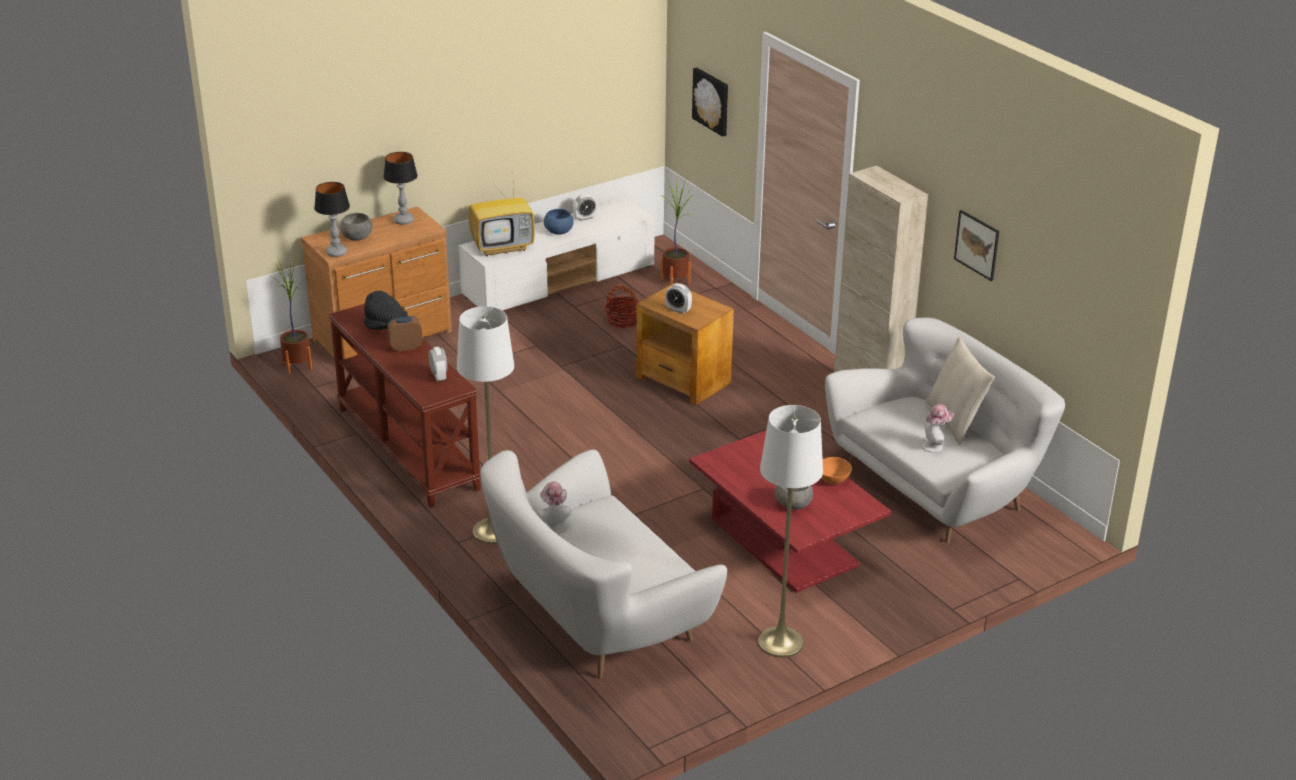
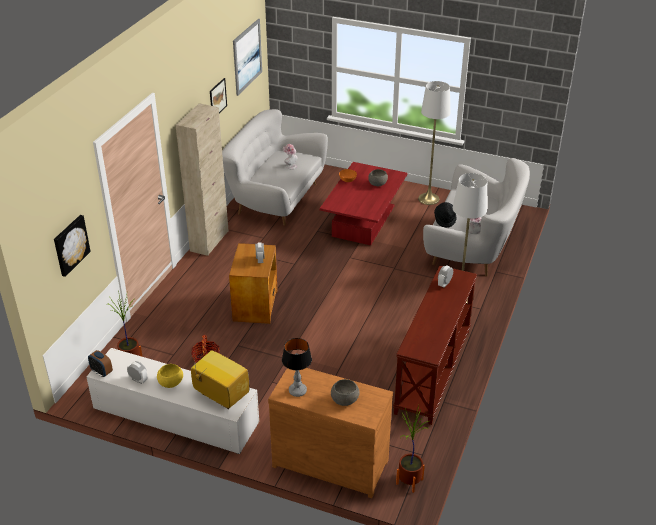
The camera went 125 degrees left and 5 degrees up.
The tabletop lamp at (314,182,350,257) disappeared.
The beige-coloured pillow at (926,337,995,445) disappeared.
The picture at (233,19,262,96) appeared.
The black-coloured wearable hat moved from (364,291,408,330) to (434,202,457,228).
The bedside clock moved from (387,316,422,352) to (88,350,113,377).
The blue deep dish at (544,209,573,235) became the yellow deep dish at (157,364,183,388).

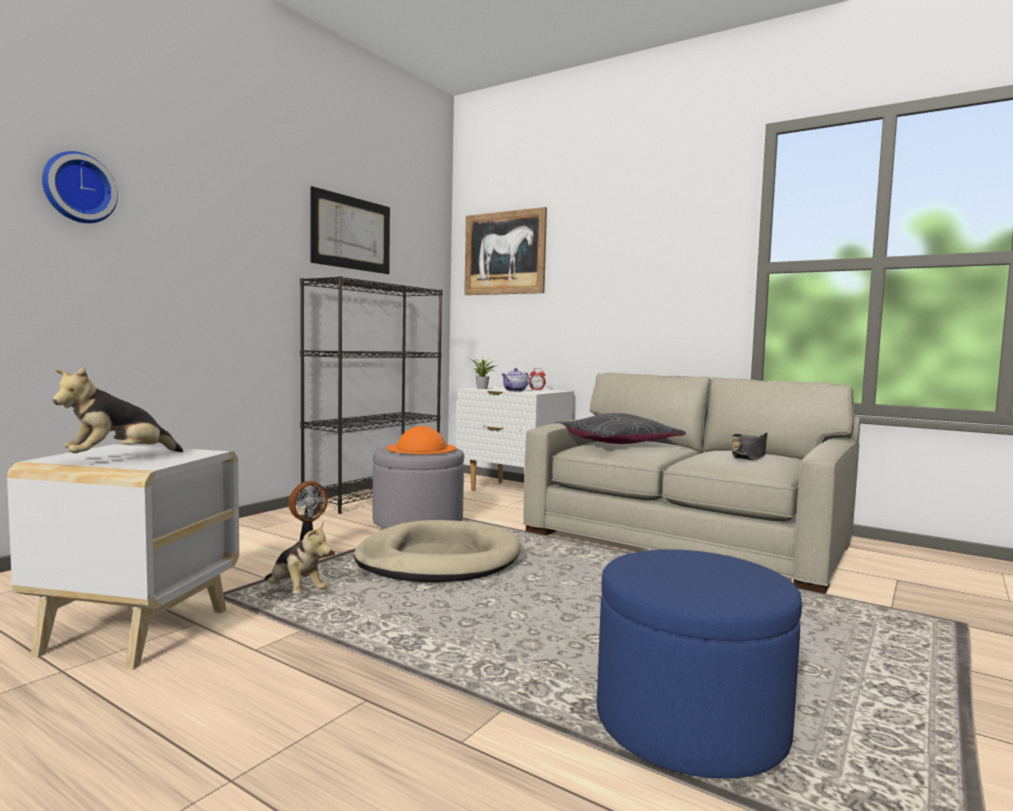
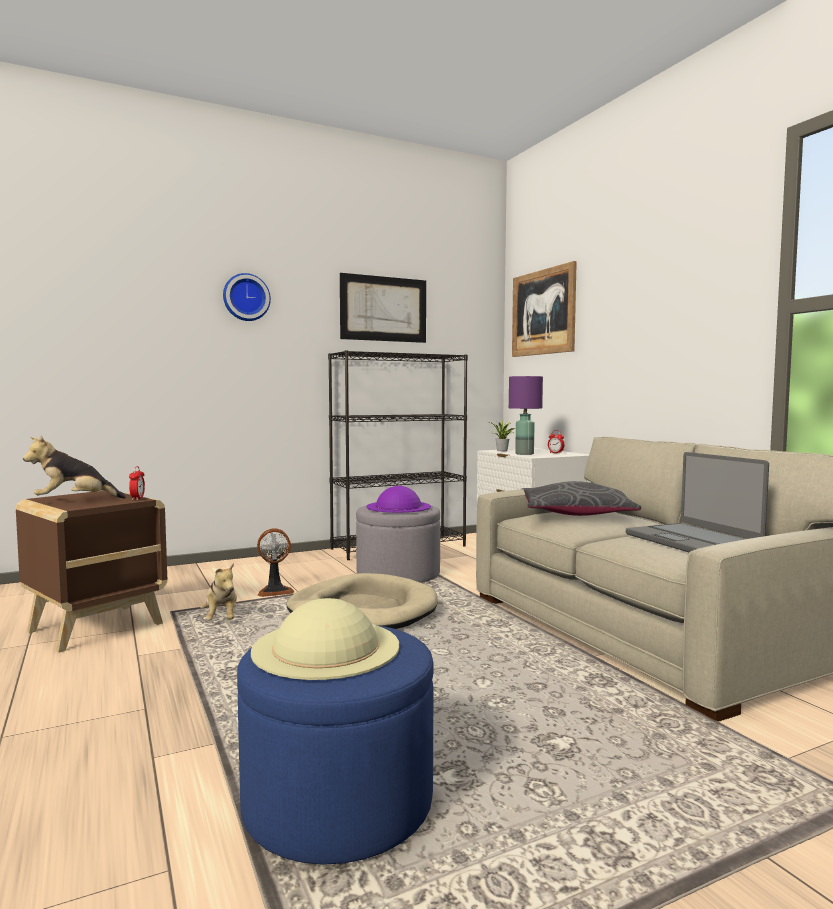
The camera went 30 degrees right and 0 degrees up.
The bedside clock at (129,466,145,500) appeared.
The beige-coloured wearable hat at (251,598,399,680) appeared.
The hanging clock moved from (42,151,118,223) to (223,273,271,321).
The teapot at (502,368,530,392) was replaced by the purple tabletop lamp at (509,376,543,455).
The black-coloured wearable hat at (731,432,767,460) was replaced by the laptop at (626,452,769,552).
The white accent table at (7,444,239,670) became the brown accent table at (16,491,167,653).
The orange-coloured wearable hat at (387,426,456,454) became the purple wearable hat at (366,486,431,513).

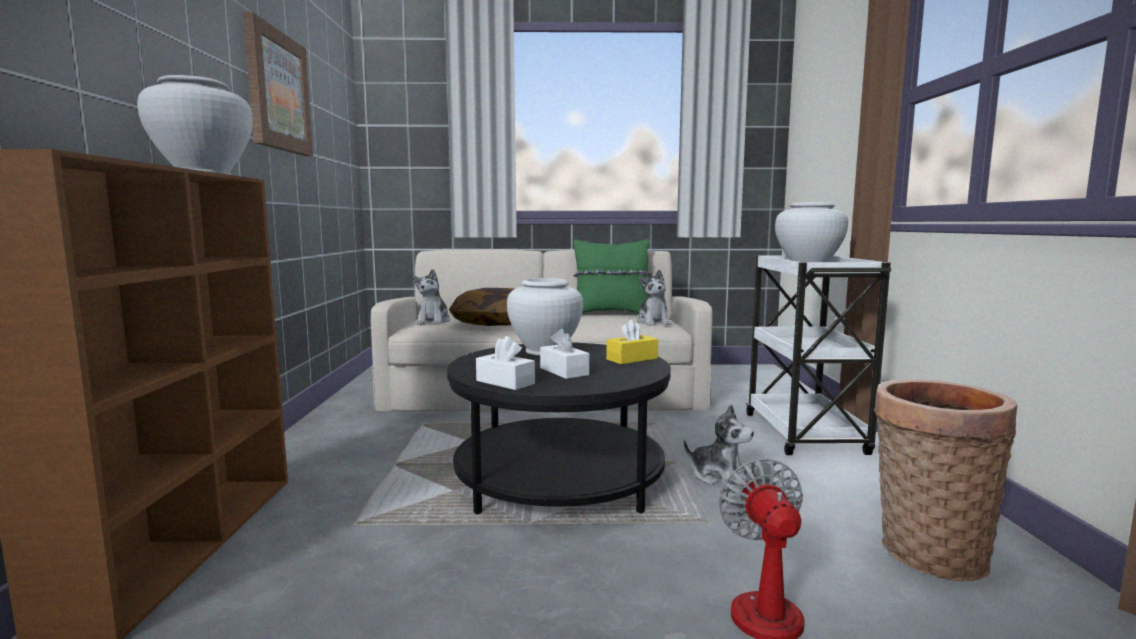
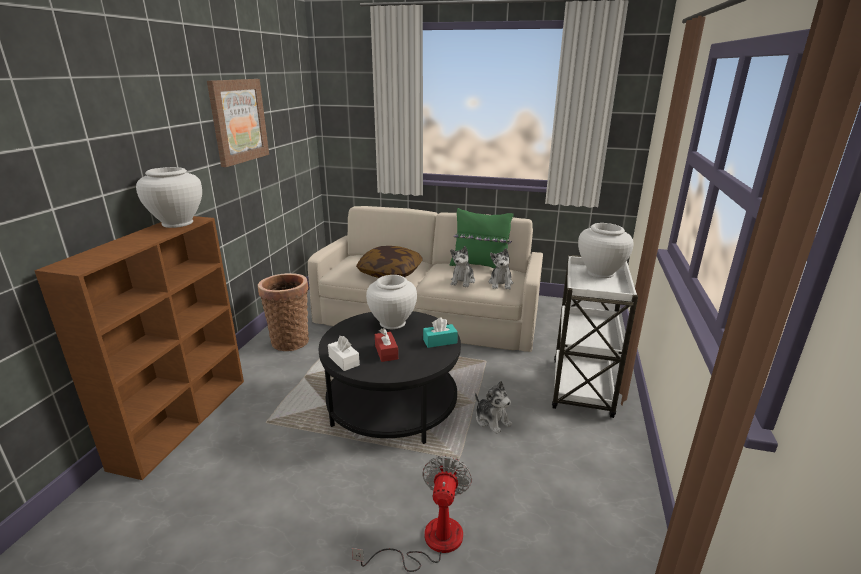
The camera went 15 degrees right and 15 degrees up.
The soft toy moved from (413,269,450,325) to (450,246,475,287).
The storage basket moved from (874,379,1017,581) to (258,273,309,351).
The white tissue holder at (540,329,589,379) became the red tissue holder at (375,328,398,362).
The yellow tissue holder at (606,319,658,364) became the turquoise-coloured tissue holder at (423,318,458,348).

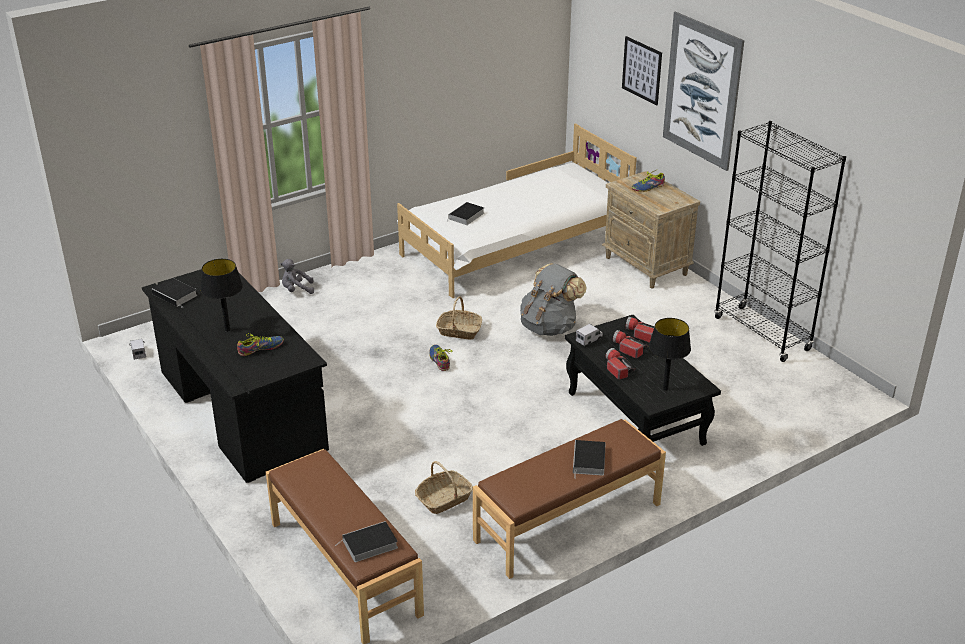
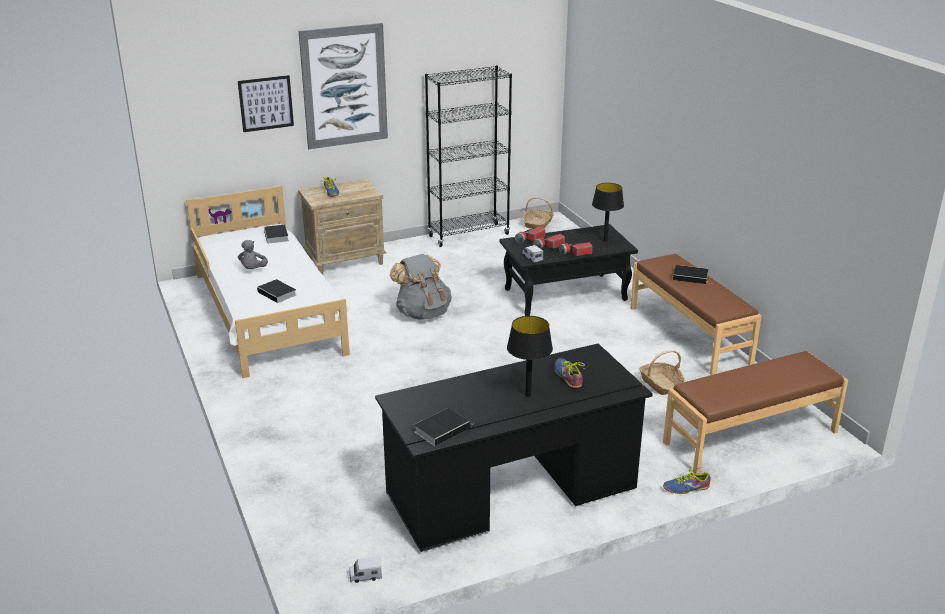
The camera went 80 degrees left and 5 degrees down.
The gray soft toy moved from (280,259,314,294) to (238,240,268,269).
The book moved from (337,521,398,562) to (264,225,289,244).
The shoe moved from (429,345,452,371) to (663,467,710,494).
The storage basket moved from (436,296,482,340) to (523,197,554,229).

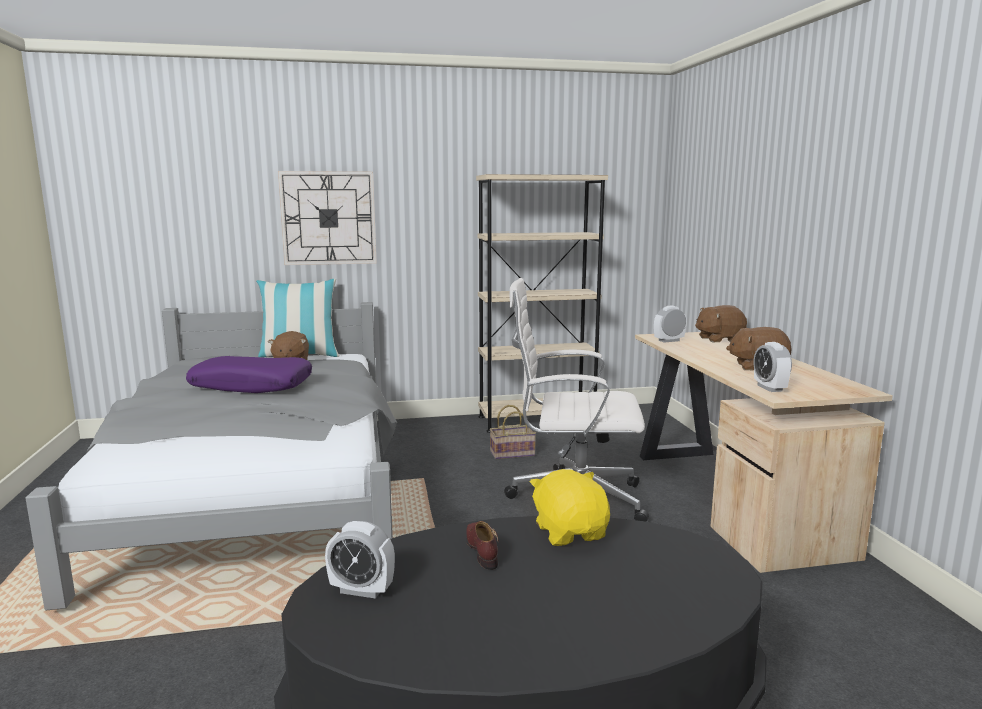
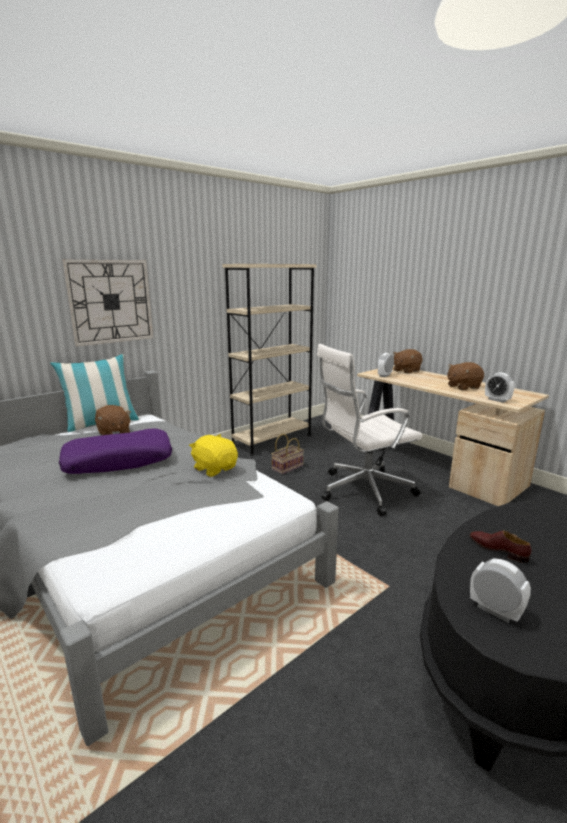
The camera went 30 degrees left and 5 degrees up.
The yellow soft toy moved from (530,469,610,546) to (189,434,238,477).
The bedside clock at (325,521,395,599) turned 120 degrees counterclockwise.

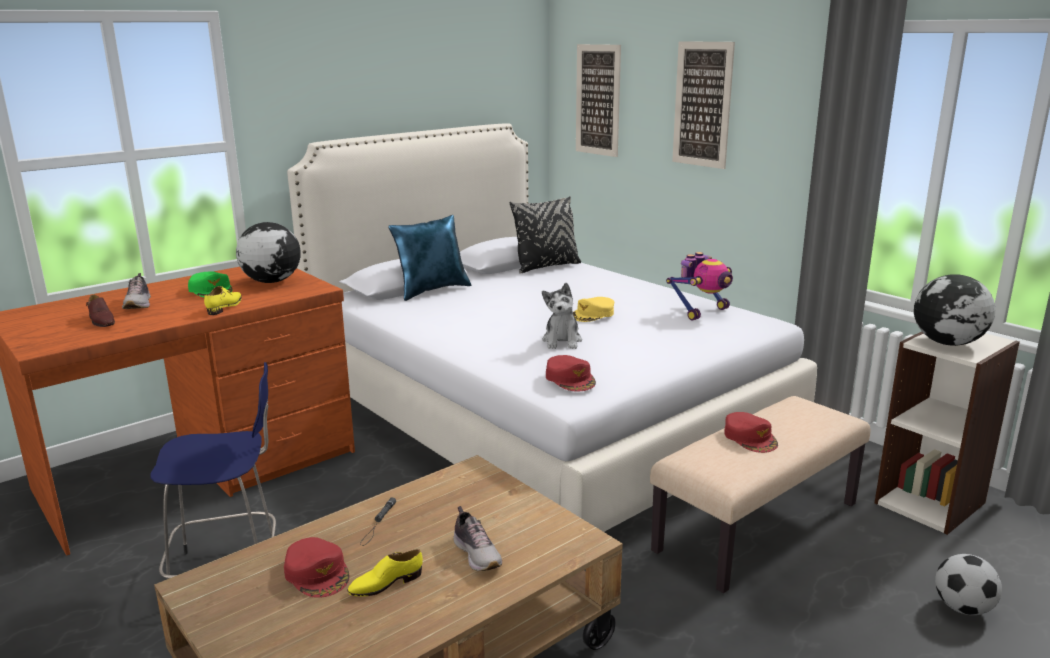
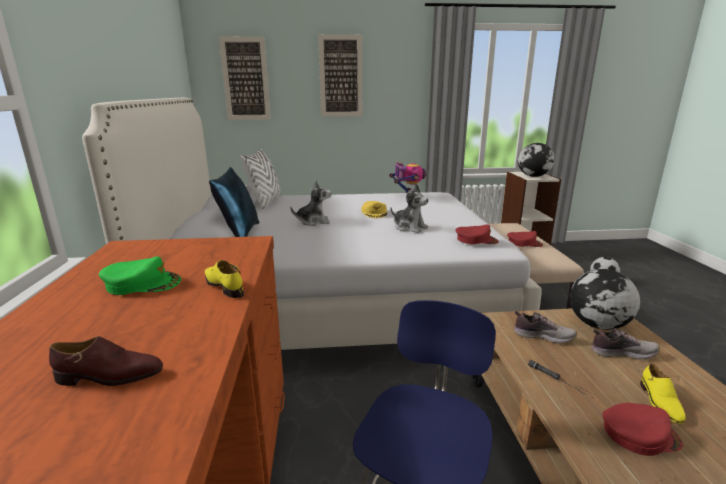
The camera went 55 degrees left and 0 degrees up.
The soft toy at (290,180,332,226) appeared.
The shoe moved from (122,273,151,309) to (514,311,577,344).
The desk globe moved from (236,222,300,283) to (570,269,640,330).
The black-coloured pillow at (510,196,581,274) became the white pillow at (240,149,281,209).

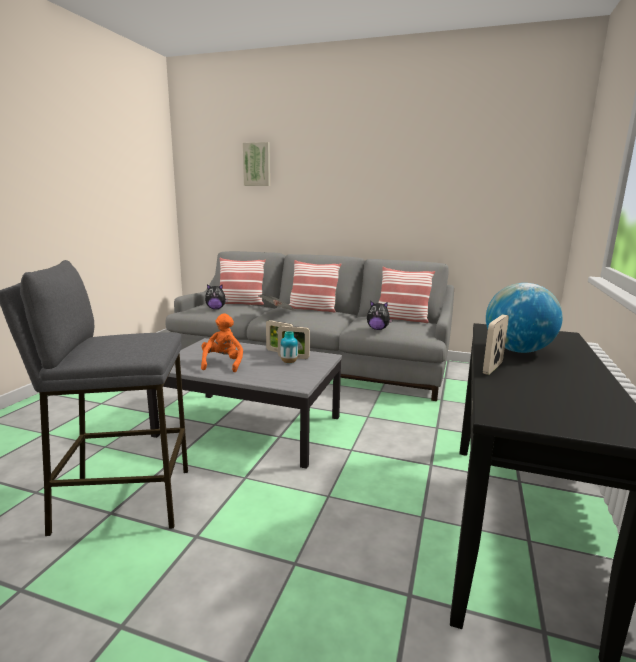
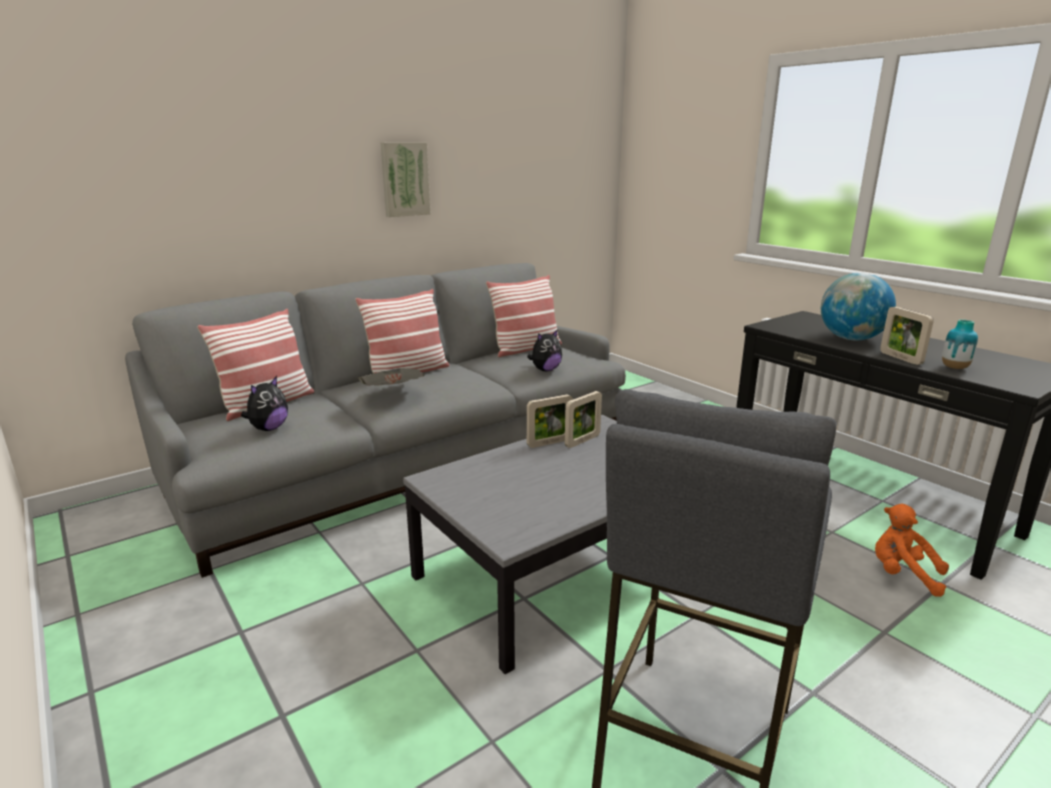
The camera went 55 degrees left and 5 degrees up.
The orange-coloured soft toy moved from (201,313,243,372) to (875,504,949,597).
The picture moved from (243,142,270,186) to (381,142,431,217).
The flower vase moved from (280,331,298,363) to (942,319,978,369).

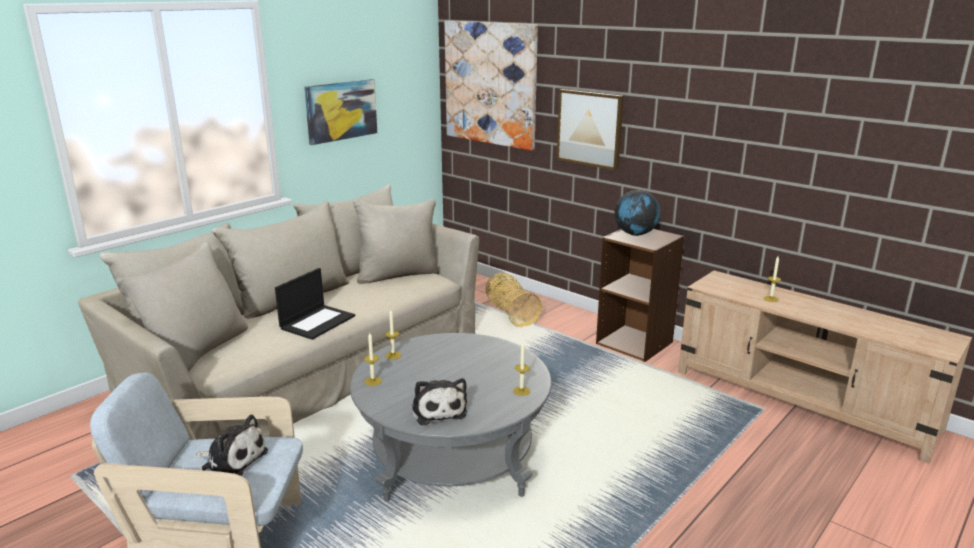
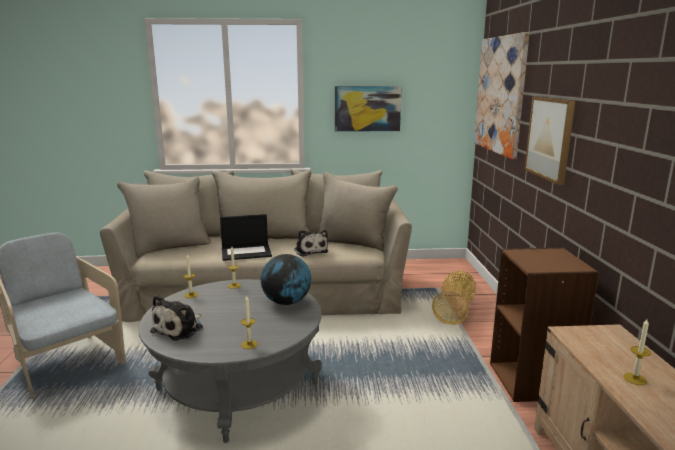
The camera went 45 degrees right and 5 degrees down.
The soft toy moved from (195,414,268,476) to (294,230,328,257).
The desk globe moved from (614,190,660,236) to (261,254,311,305).

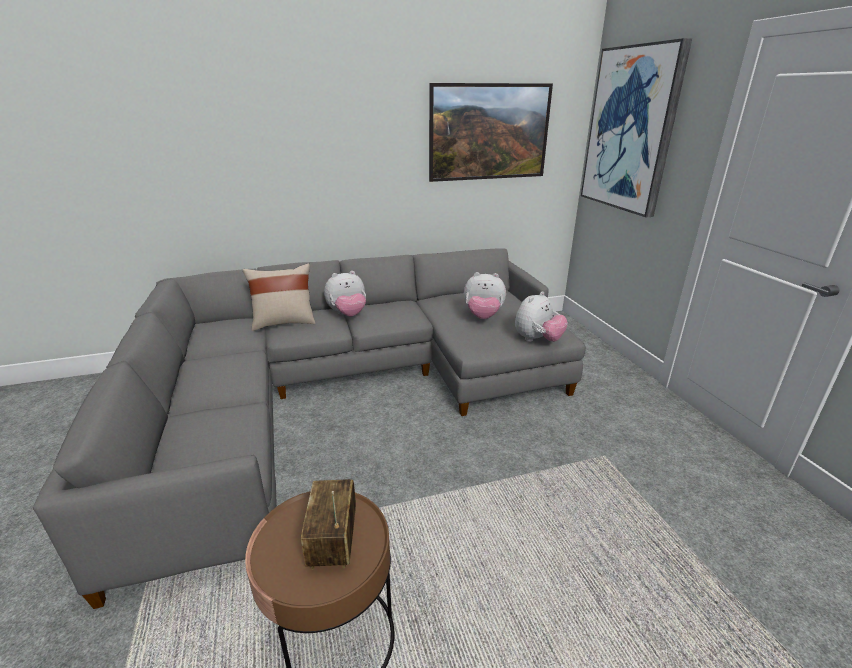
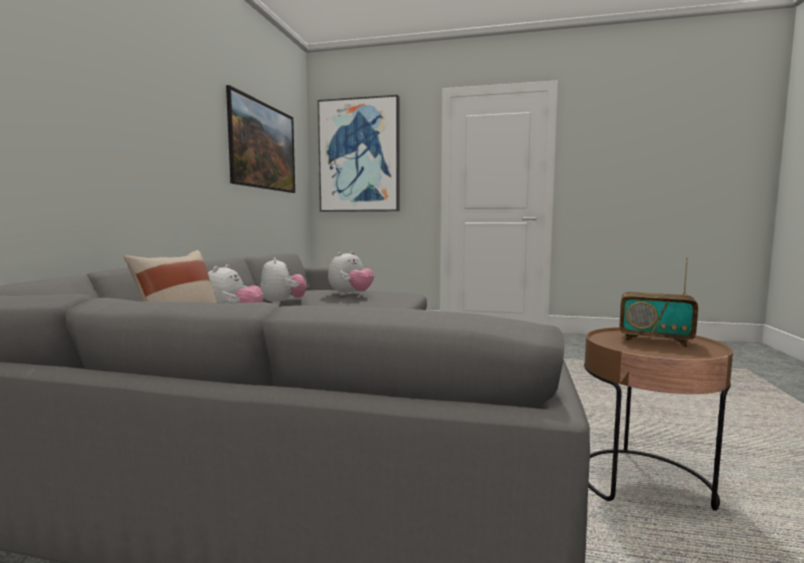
The camera went 60 degrees left and 20 degrees down.
The soft toy moved from (515,291,568,342) to (260,258,306,305).

